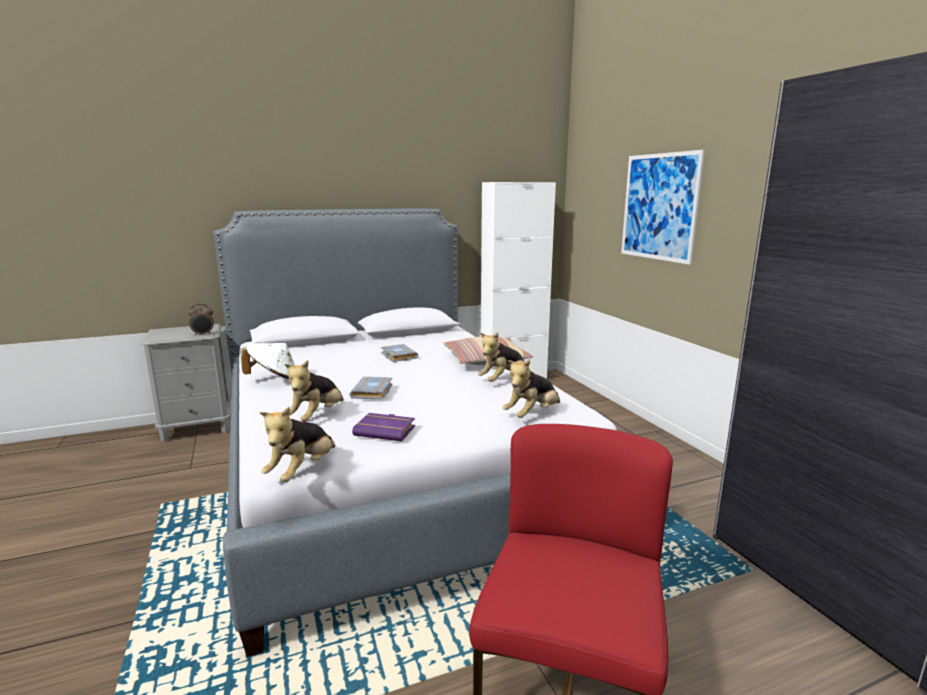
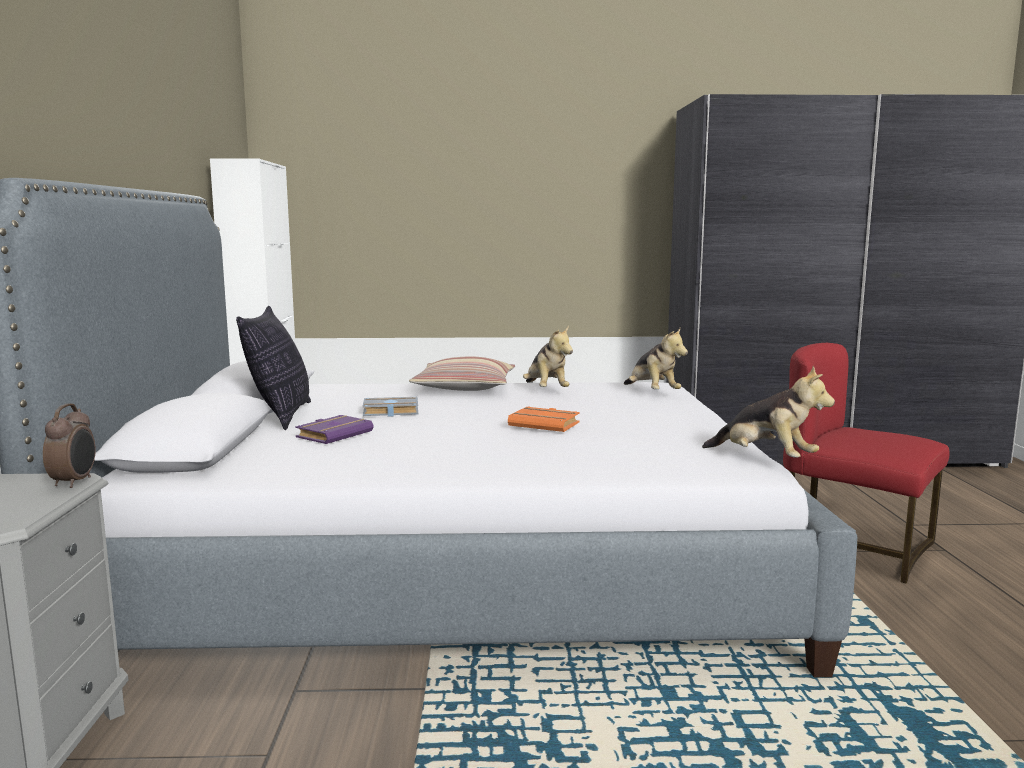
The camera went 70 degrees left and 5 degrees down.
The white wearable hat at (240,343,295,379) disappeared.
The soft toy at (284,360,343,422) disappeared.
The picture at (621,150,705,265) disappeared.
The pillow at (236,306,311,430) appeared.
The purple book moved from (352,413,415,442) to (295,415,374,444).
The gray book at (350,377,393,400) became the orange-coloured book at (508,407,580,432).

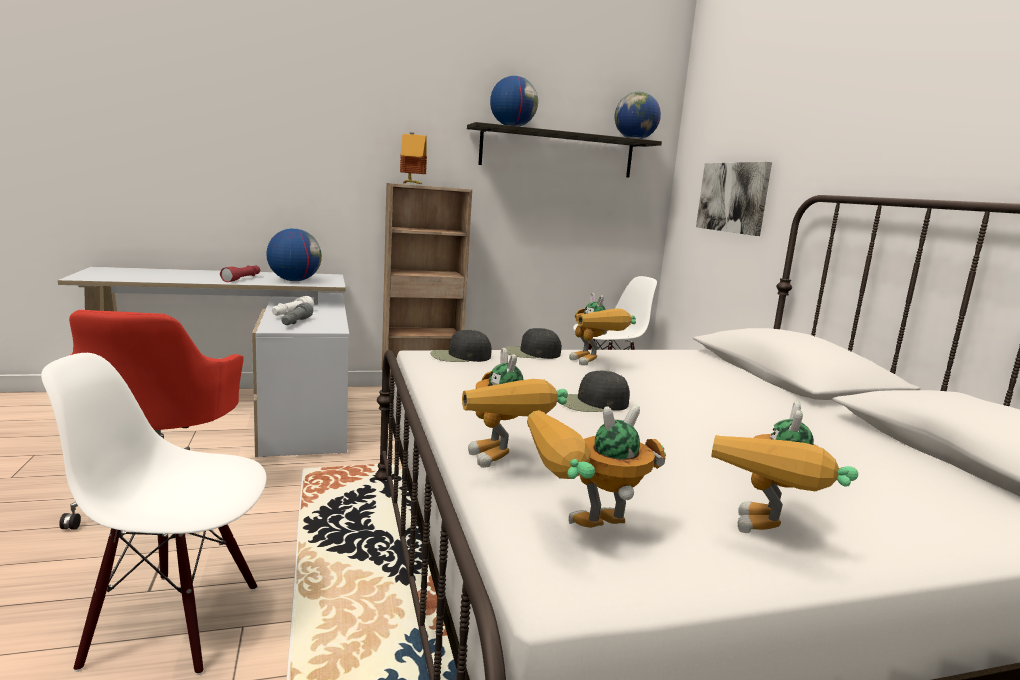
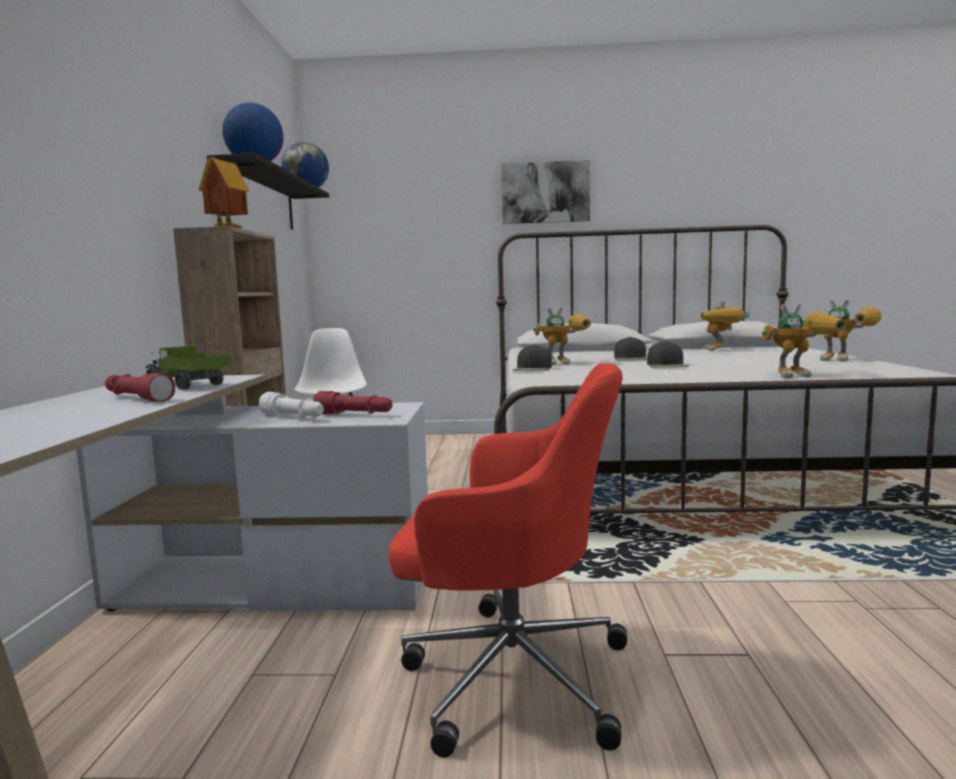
The camera went 70 degrees left and 5 degrees down.
The white chair at (41,353,267,675) disappeared.
The black-coloured cap moved from (430,329,492,362) to (614,337,647,360).
The toy robot moved from (527,405,666,528) to (701,300,750,351).
The picture moved from (696,162,772,236) to (501,160,590,224).
The desk globe at (266,228,322,281) was replaced by the model truck at (145,345,232,390).
The gray flashlight at (281,302,313,325) became the red flashlight at (313,391,393,414).

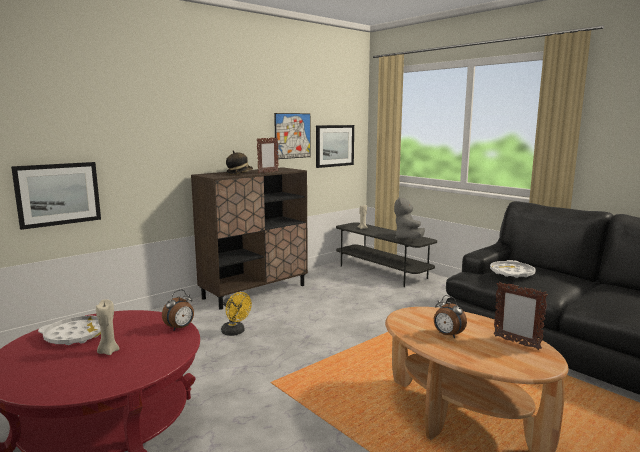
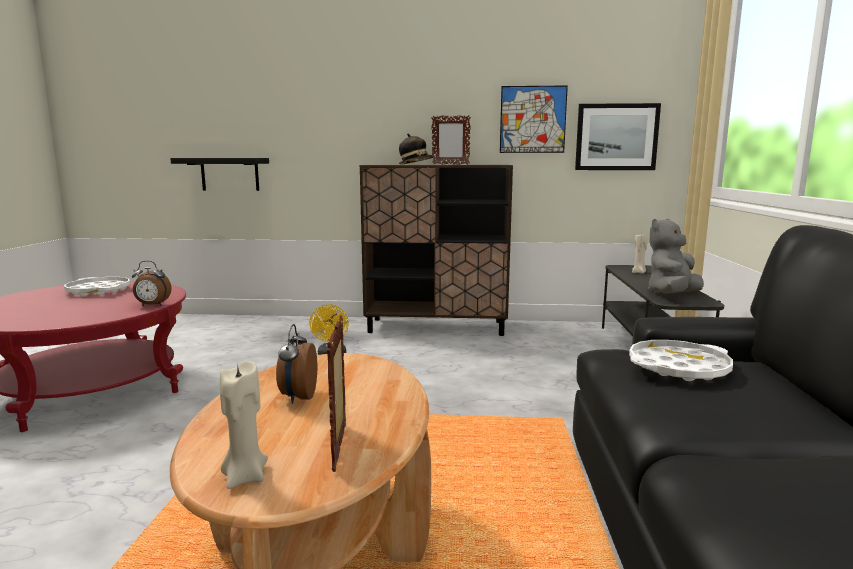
The camera went 45 degrees right and 0 degrees up.
The beige-coloured wax candle moved from (96,299,120,355) to (220,361,268,489).
The picture at (11,162,101,230) was replaced by the black-coloured bracket shelf at (170,158,269,191).

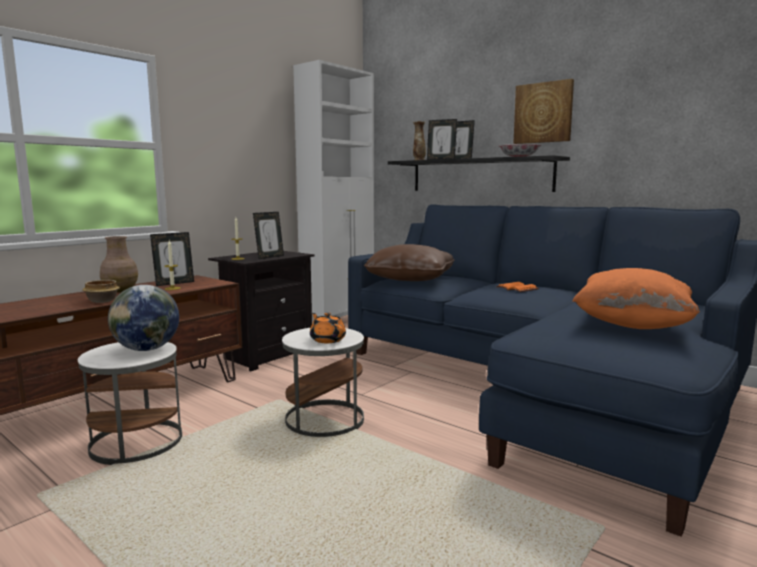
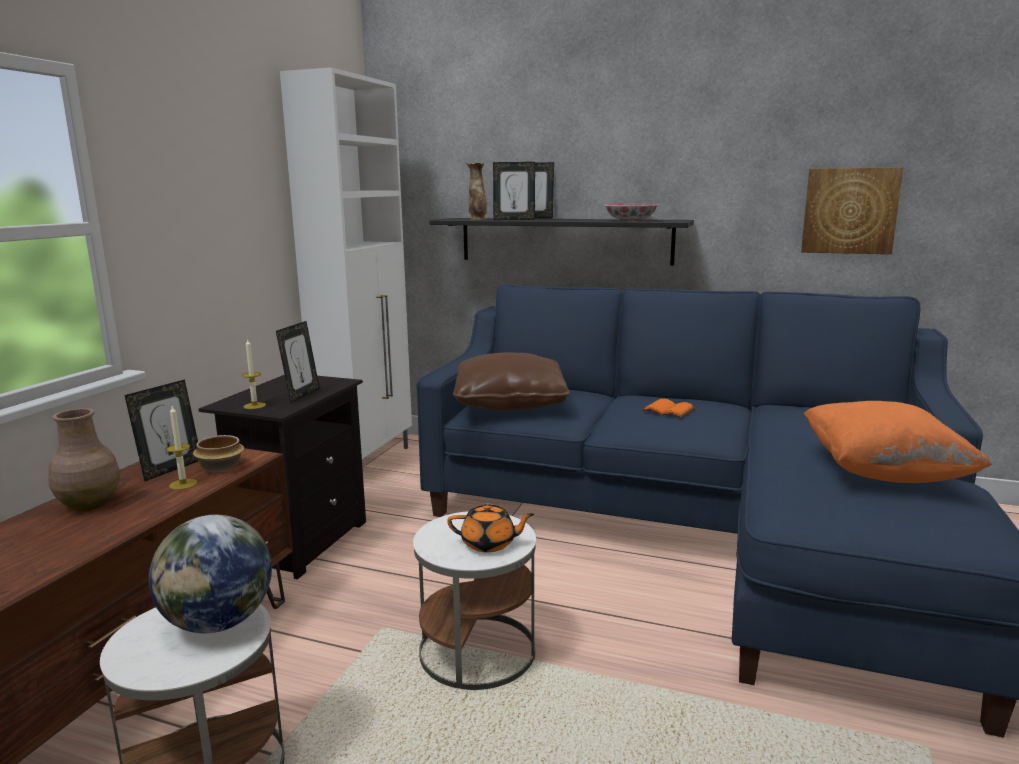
The camera went 20 degrees left and 5 degrees up.
The deep dish moved from (82,280,120,303) to (193,435,244,472).
The picture moved from (513,79,574,144) to (801,167,903,254).
The orange-coloured teapot at (310,313,346,343) turned 150 degrees clockwise.

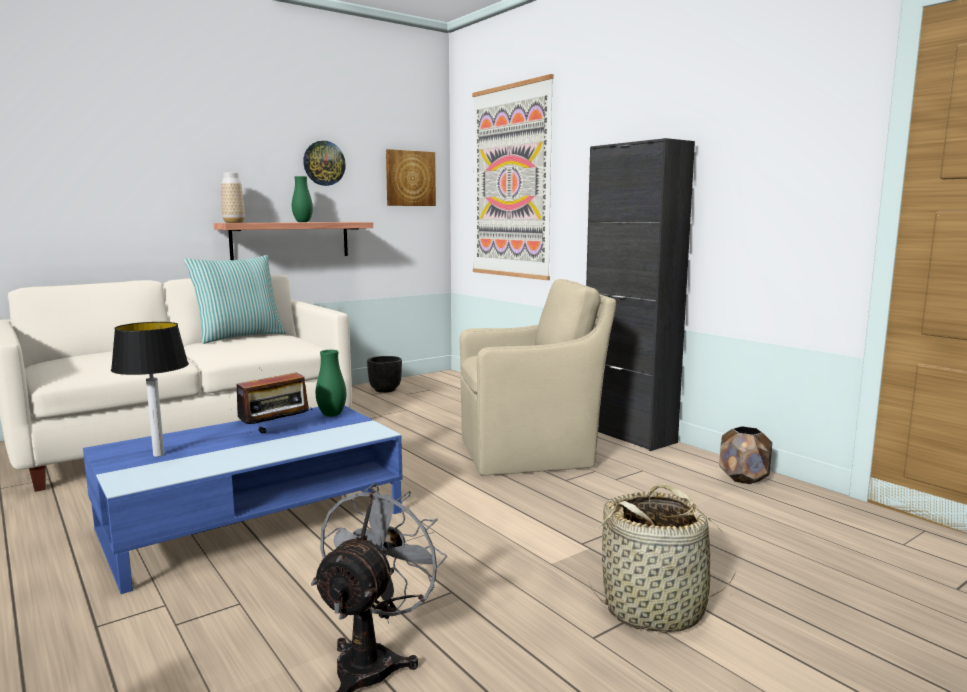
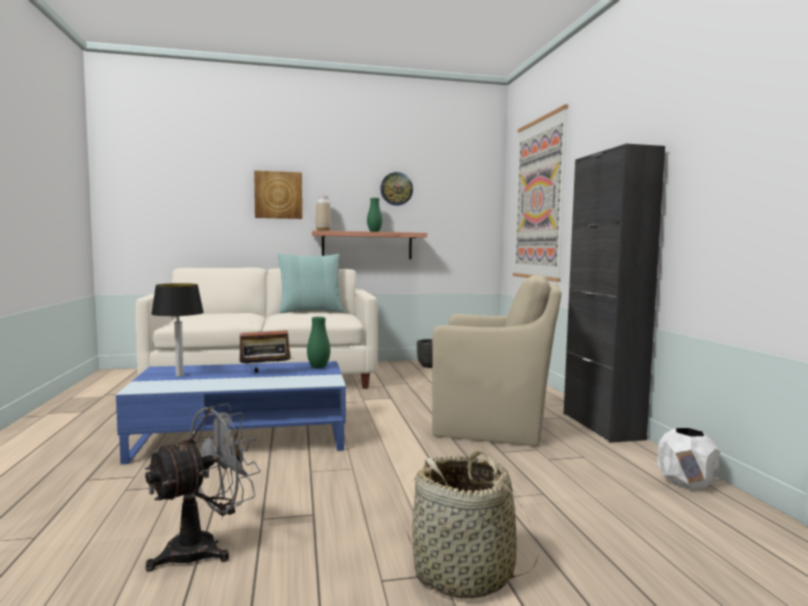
The camera went 25 degrees right and 5 degrees down.
The picture moved from (386,149,436,206) to (254,171,302,219).
The brown planter at (719,426,772,484) became the white planter at (657,428,720,489).

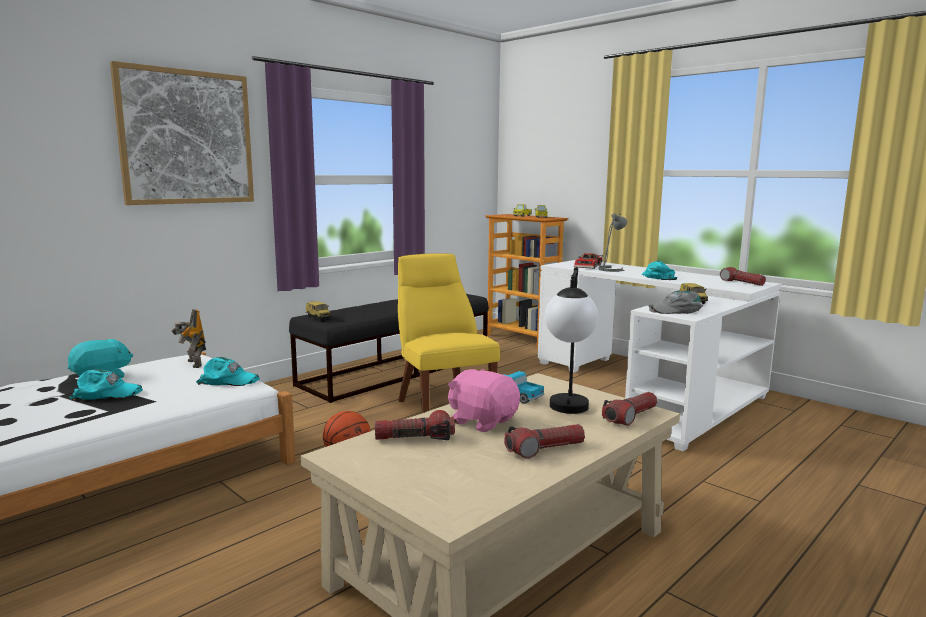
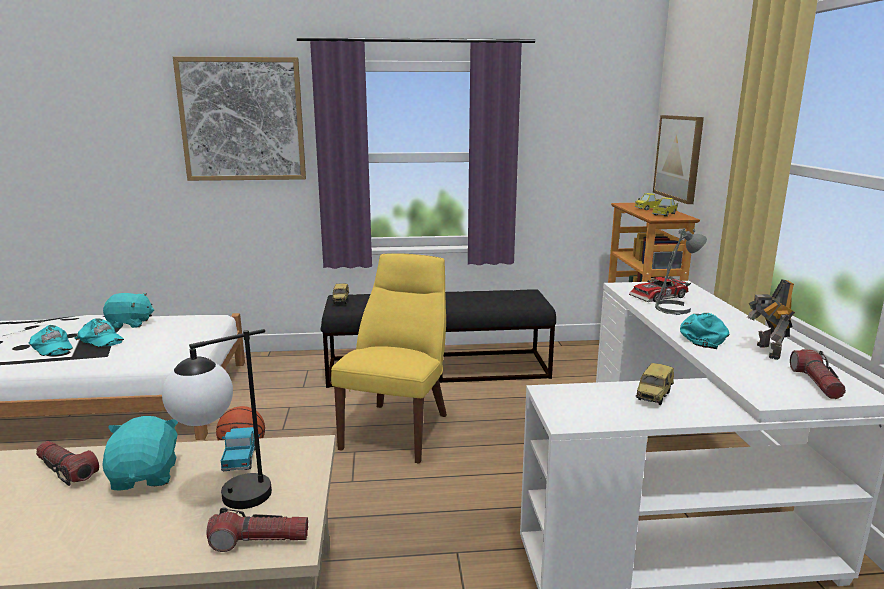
The camera went 40 degrees right and 5 degrees up.
The flashlight at (504,424,585,459) disappeared.
The gray cap at (648,290,703,314) disappeared.
The picture at (653,115,704,204) appeared.
The toy robot moved from (171,309,206,368) to (747,279,795,360).
The turquoise-coloured cap moved from (196,357,260,386) to (29,325,73,356).
The pink-coloured soft toy at (448,369,520,432) became the turquoise-coloured soft toy at (102,416,178,491).

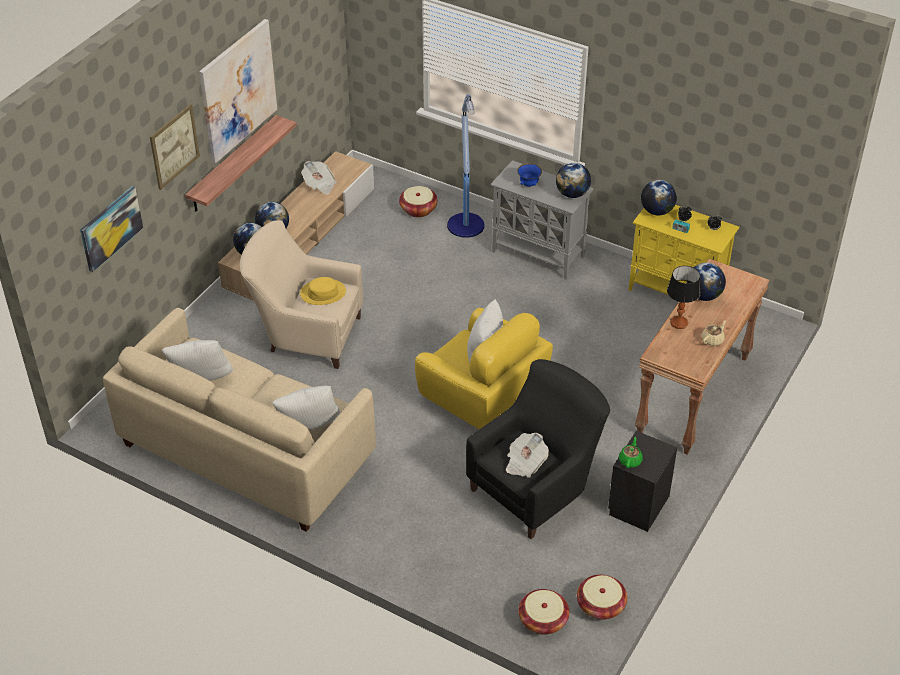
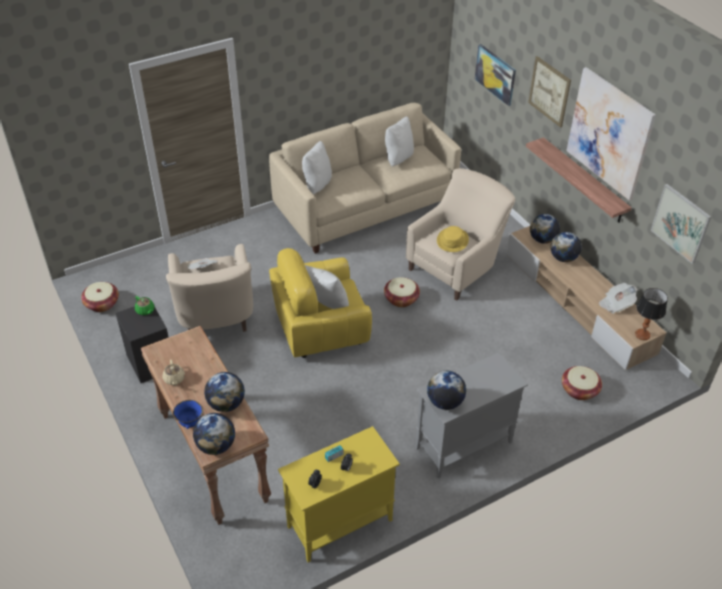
The camera went 120 degrees right and 0 degrees up.
The standing lamp at (447,94,485,238) disappeared.
The picture at (651,184,711,264) appeared.
The blue deep dish moved from (517,163,542,187) to (173,400,203,429).
The storage basket moved from (518,589,569,635) to (384,277,420,307).
The desk globe moved from (641,180,677,216) to (193,413,235,455).
The tabletop lamp moved from (667,266,701,329) to (635,288,668,340).
The black-coloured easy chair at (466,359,610,539) became the beige-coloured easy chair at (166,244,253,332).

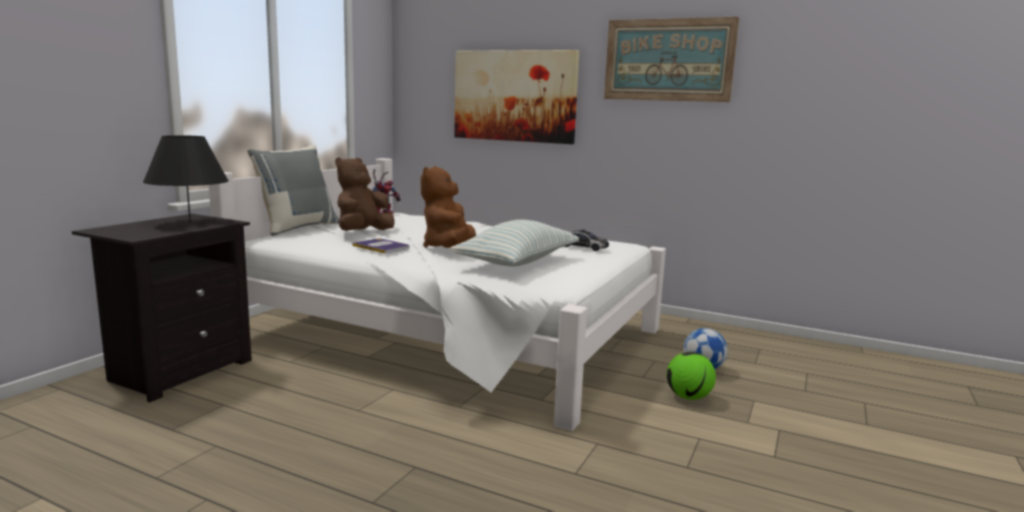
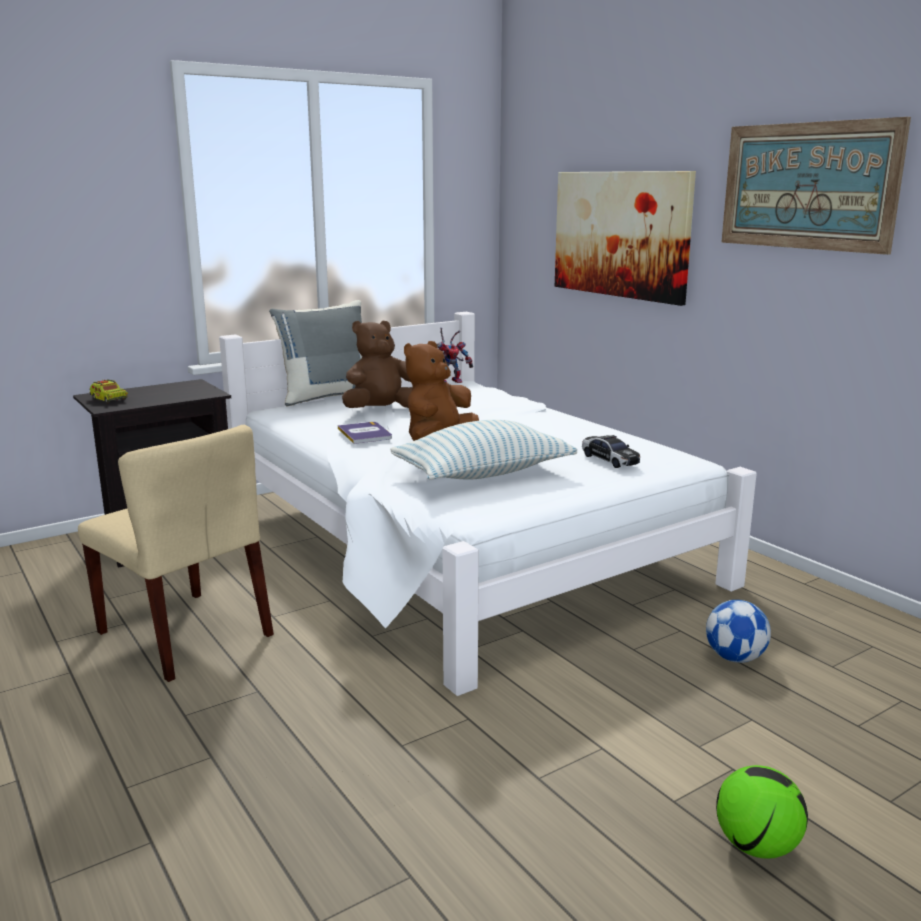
The camera went 30 degrees right and 5 degrees up.
The black-coloured tabletop lamp at (143,135,229,223) disappeared.
The beige-coloured chair at (78,425,274,682) appeared.
The model truck at (90,379,128,404) appeared.
The ball for football moved from (667,352,716,400) to (716,765,808,859).

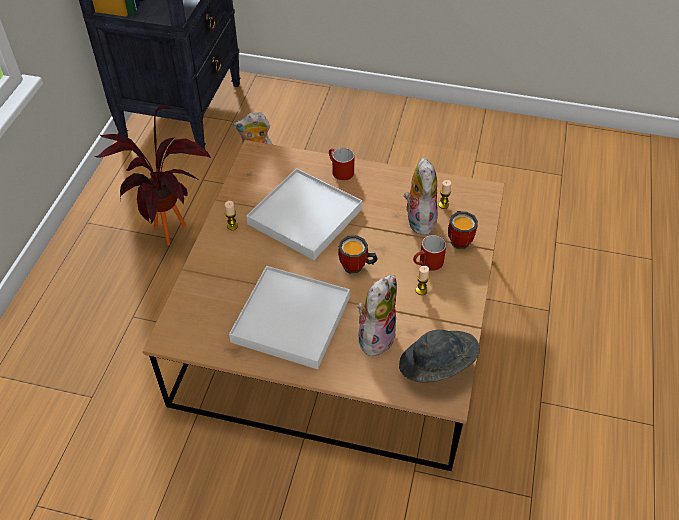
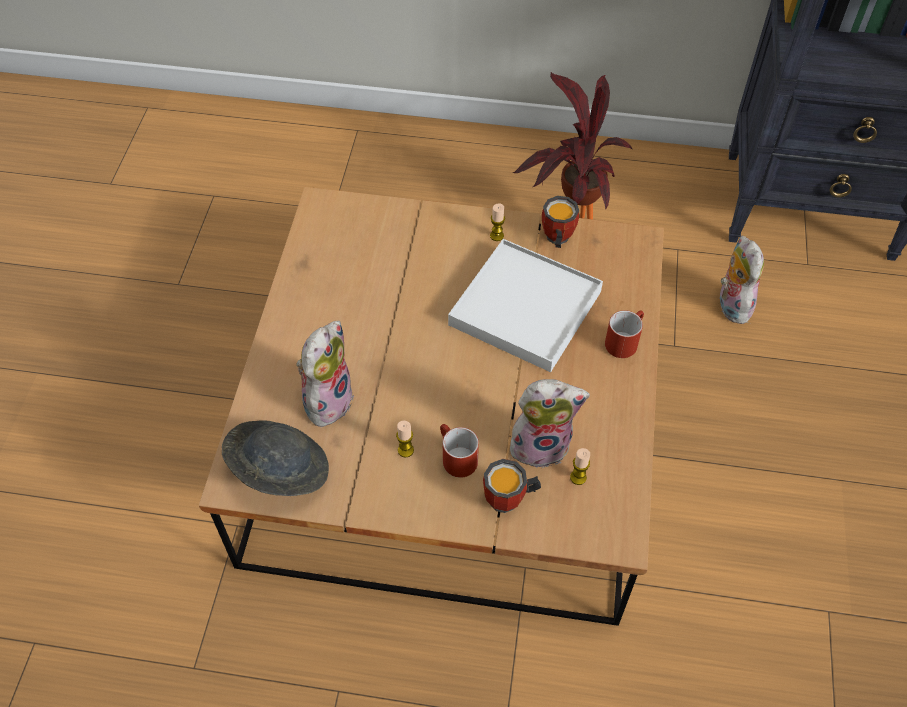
The camera went 85 degrees right and 5 degrees up.
The white carrying tray at (229,266,350,369) disappeared.
The mug moved from (338,235,378,274) to (542,196,579,248).
The soft toy at (357,275,397,357) turned 90 degrees counterclockwise.

